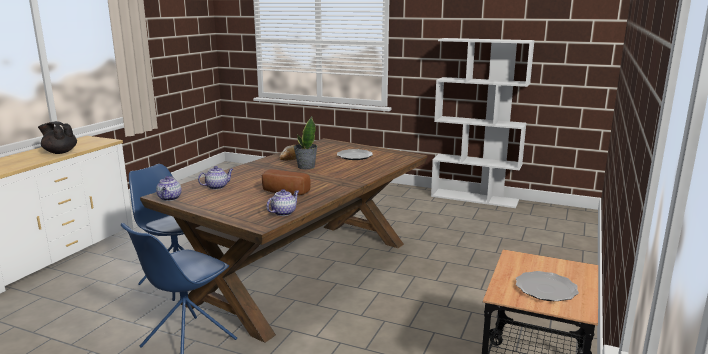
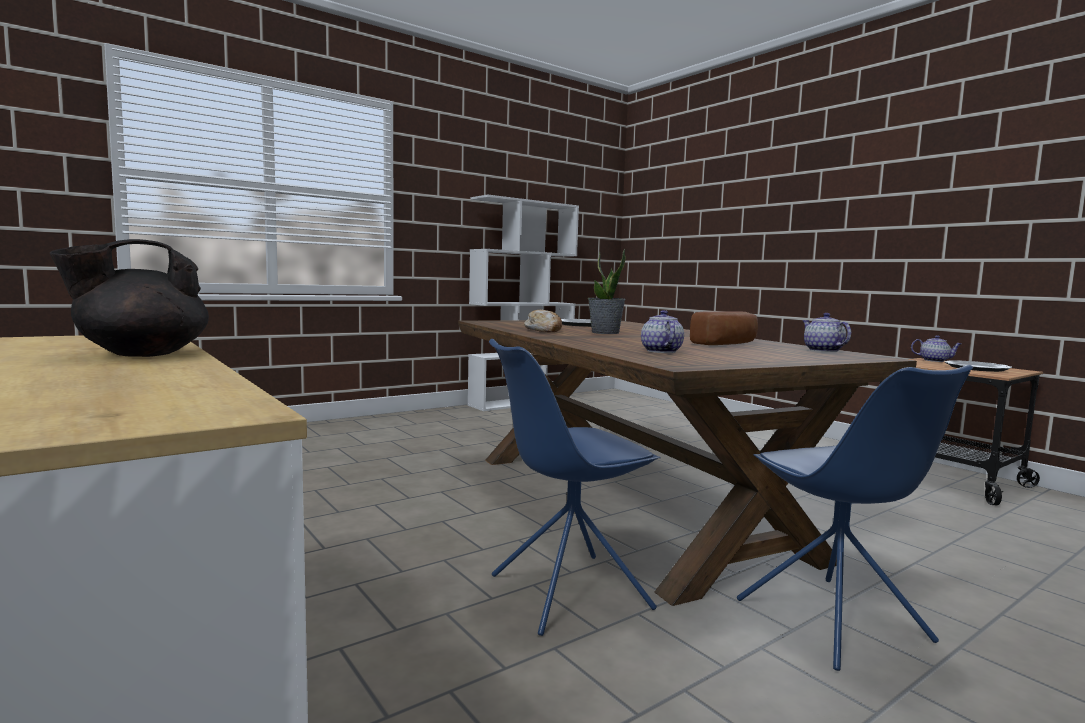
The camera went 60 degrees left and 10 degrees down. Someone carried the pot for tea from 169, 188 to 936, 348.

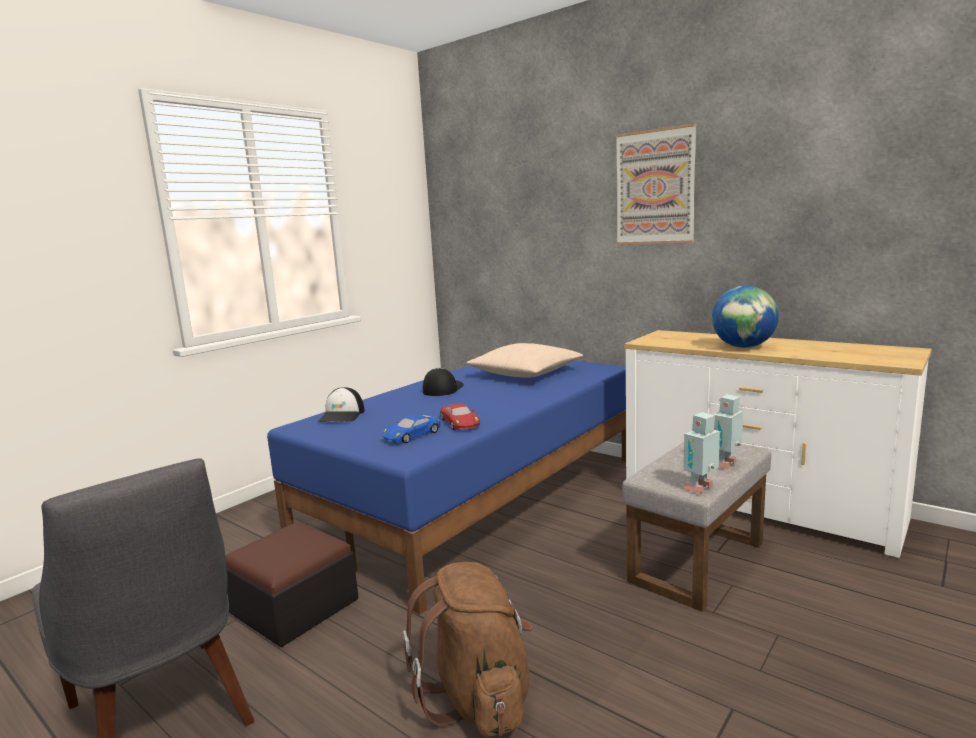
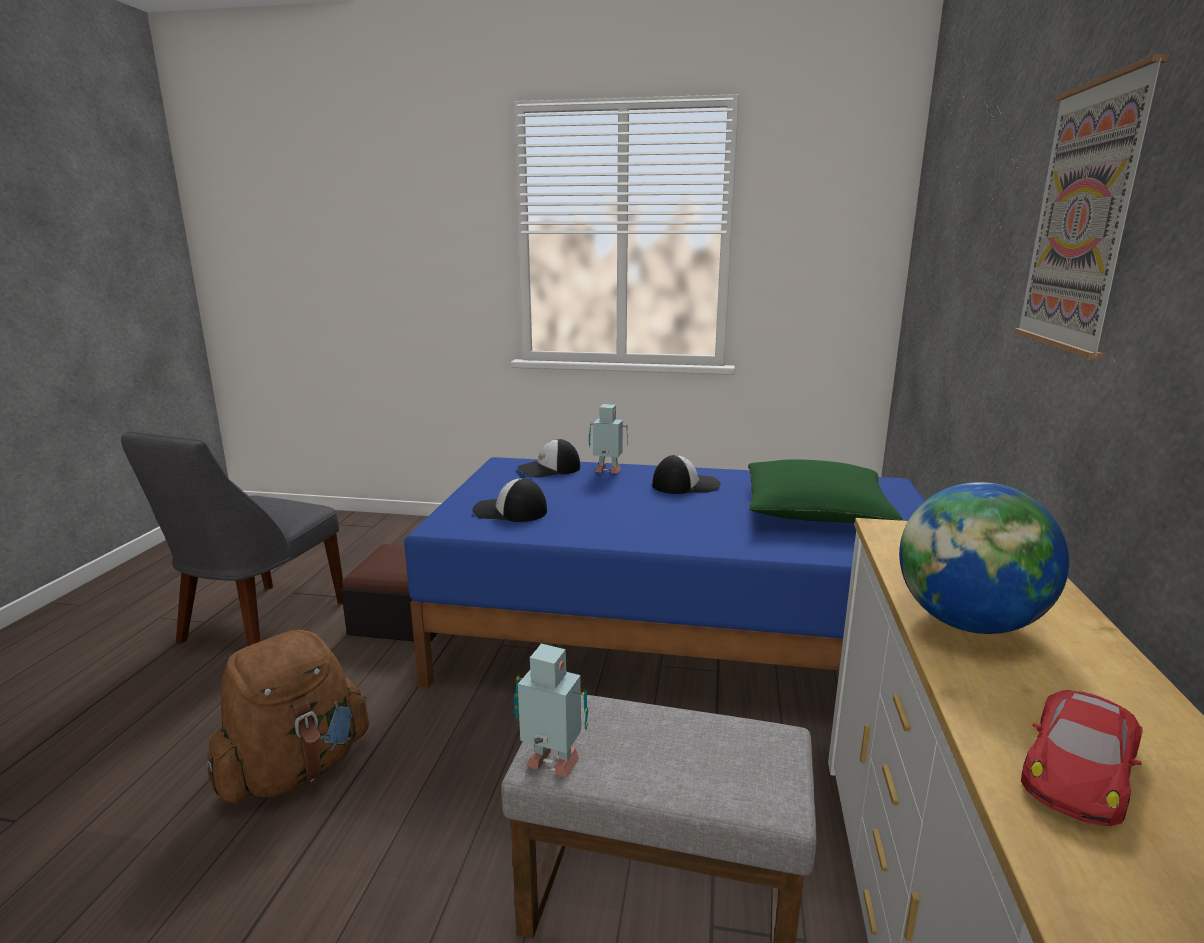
The camera went 60 degrees right and 5 degrees up. Someone repainted the throw pillow/beige at 525, 360, which became the throw pillow/green-coloured at 825, 491. Someone carried the robot figure from 728, 432 to 608, 438. Someone carried the model car/red from 460, 416 to 1082, 758. Someone swapped the model car/bluish at 411, 429 for the cap at 509, 500.

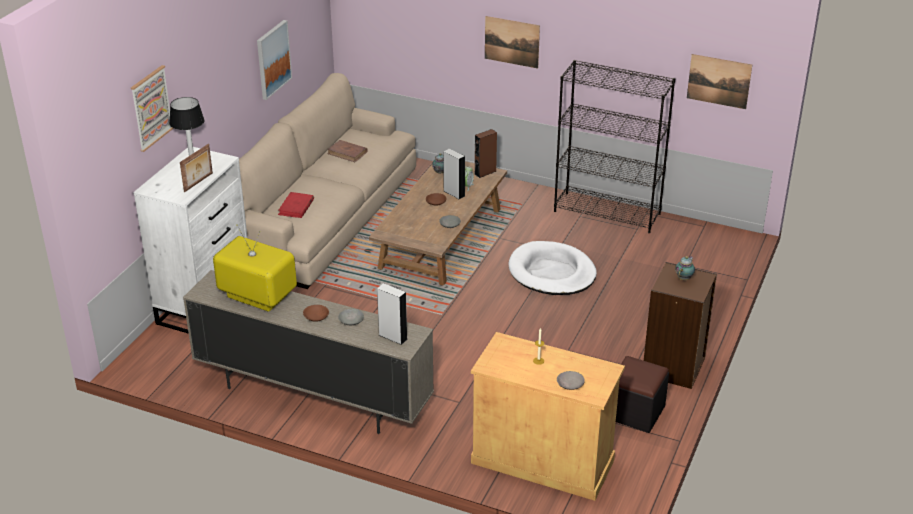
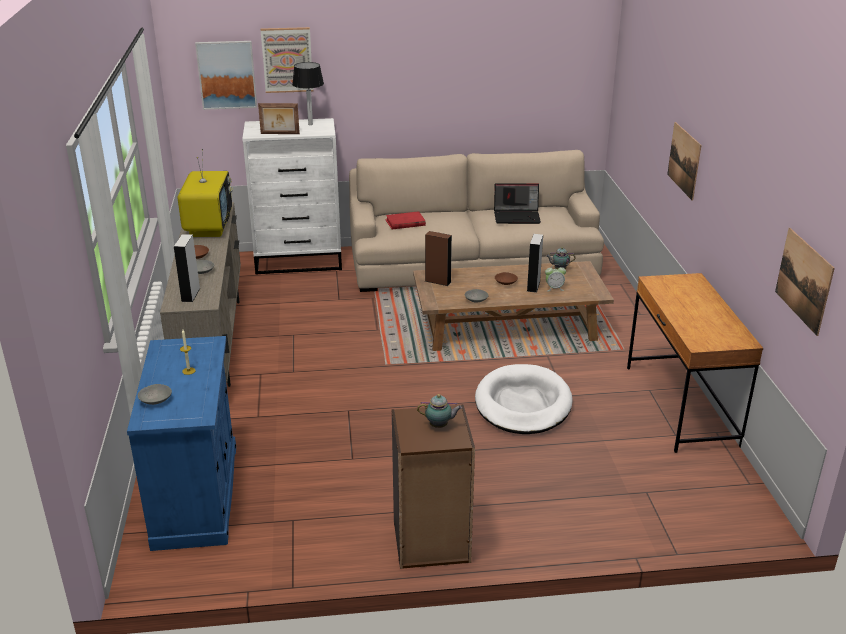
The camera went 60 degrees right and 5 degrees down. Someone carried the picture from 274, 60 to 226, 75. Someone swapped the shelving unit/black at 614, 146 for the desk/brownish at 695, 363. Someone carried the speaker/brownish from 485, 153 to 438, 258. Someone swapped the volume/brownish at 347, 151 for the portable computer at 517, 204. Someone repainted the cupboard/beige at 548, 416, which became the cupboard/bluish at 181, 443. Someone took away the pouffe/black at 642, 394.

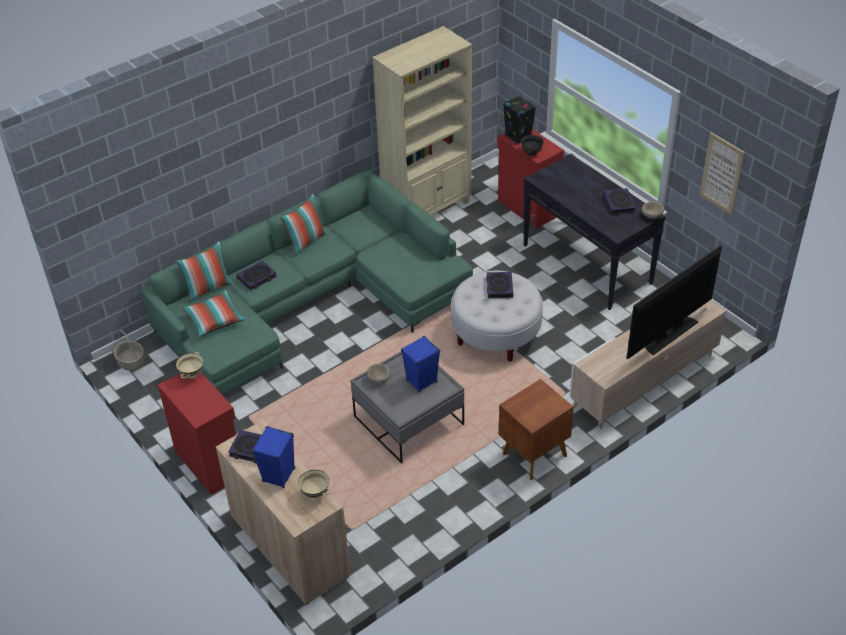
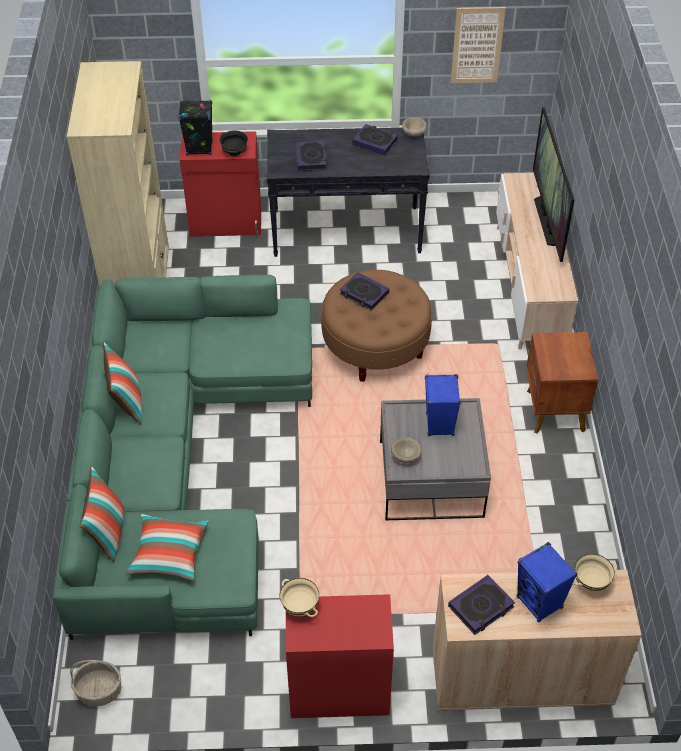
The camera went 55 degrees left and 5 degrees up. Someone carried the volume from 256, 276 to 311, 156. Someone repainted the pouffe/whitish at 497, 316, which became the pouffe/brownish at 376, 326.

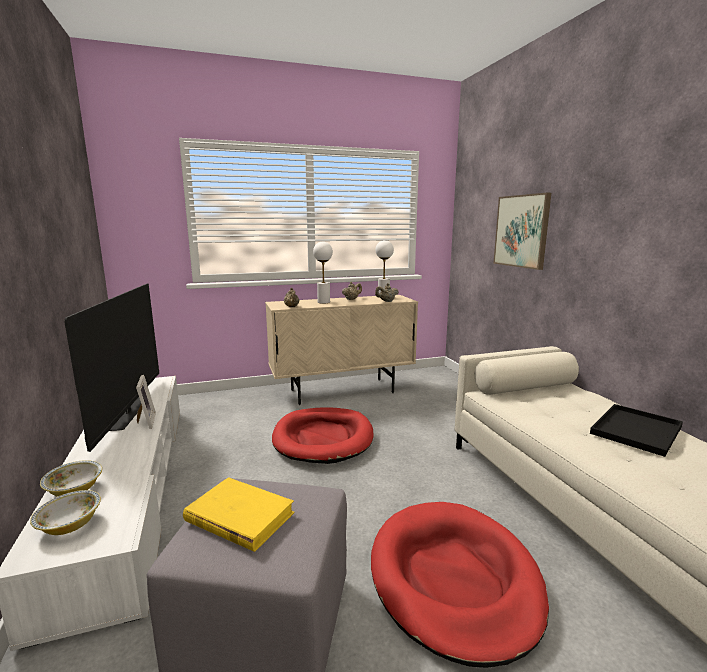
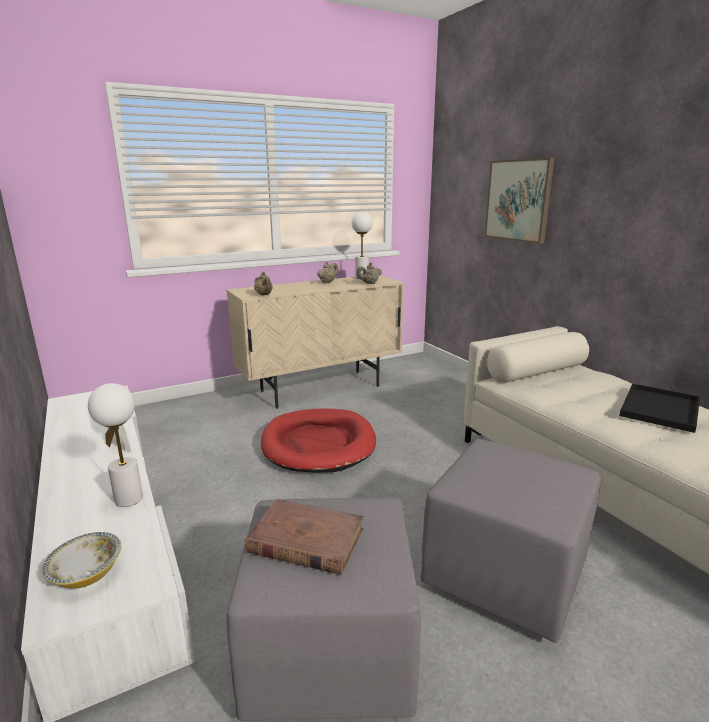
The camera went 10 degrees left and 5 degrees up. Someone carried the table lamp/whitish from 323, 272 to 115, 445. Someone took away the television at 111, 368. Someone took away the serving bowl at 71, 478. Someone repainted the volume/yellow at 238, 514, which became the volume/brownish at 304, 537. Someone swapped the dog bed/red at 460, 585 for the pouffe/grey at 511, 541.

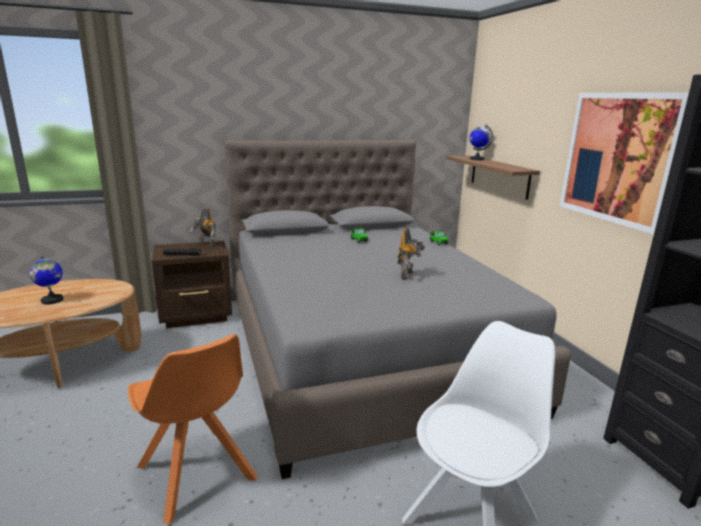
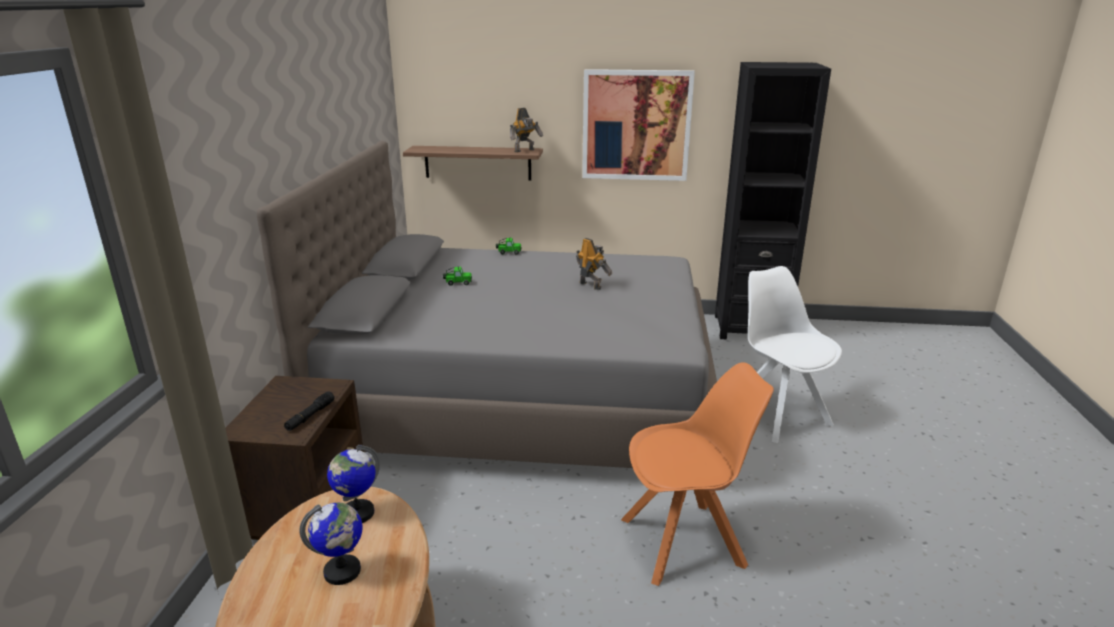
The camera went 65 degrees left and 5 degrees up. Someone carried the globe from 481, 142 to 353, 484. Someone carried the robot figure from 203, 227 to 526, 130.

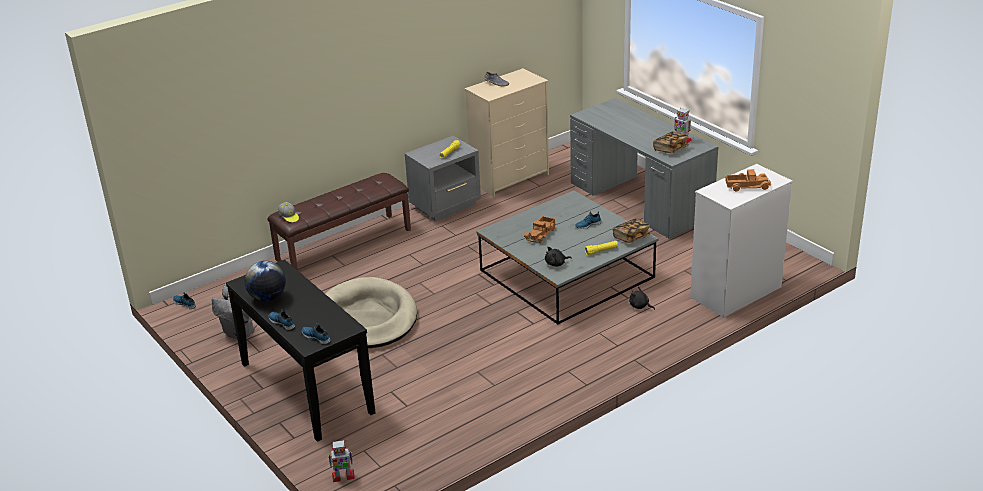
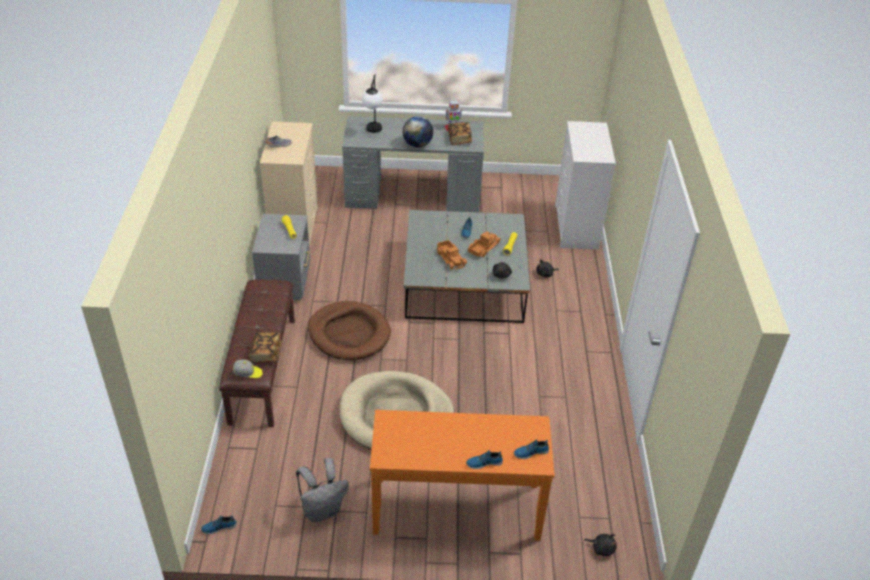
The camera went 55 degrees left and 10 degrees up. Someone carried the model truck from 748, 180 to 484, 244. Someone carried the volume from 631, 231 to 264, 347. Someone repainted the narrow table/black at 300, 351, which became the narrow table/orange at 462, 475. Someone carried the globe from 265, 281 to 418, 132. Someone swapped the robot figure at 341, 461 for the plush toy/black at 600, 545. Someone put down the table lamp at 372, 103. Someone put down the dog bed/brownish at 349, 330.

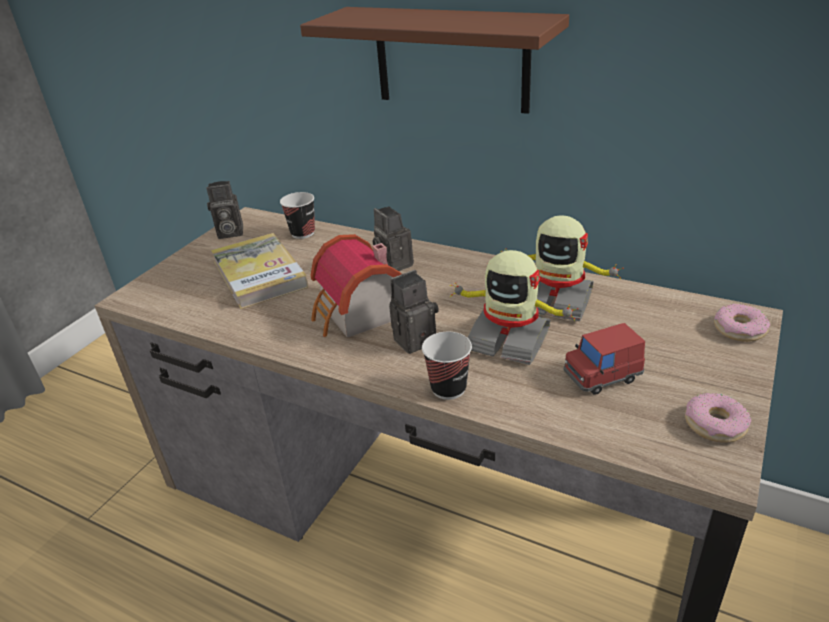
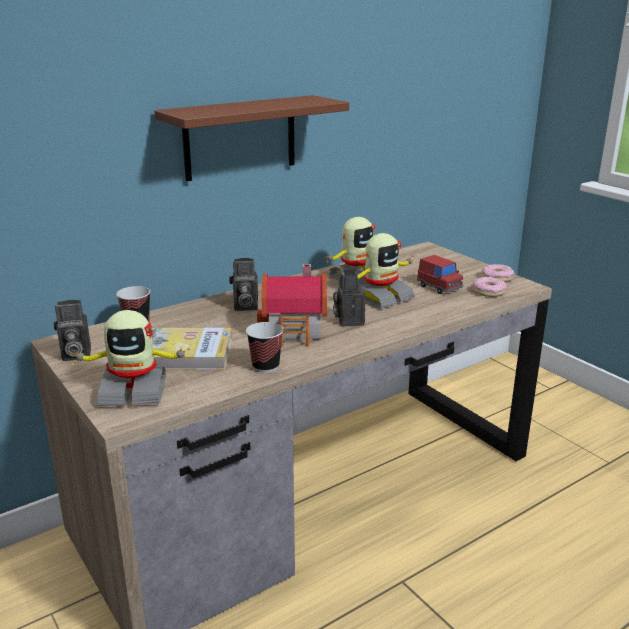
The camera went 65 degrees left and 10 degrees down. Someone rotated the still camera at 225, 210 by 60 degrees clockwise. Someone carried the doughnut from 742, 323 to 490, 287. Someone rotated the model car/red at 604, 359 by 45 degrees counterclockwise. Someone carried the drinking cup from 447, 366 to 264, 347. Someone put down the robot figure at 129, 358.

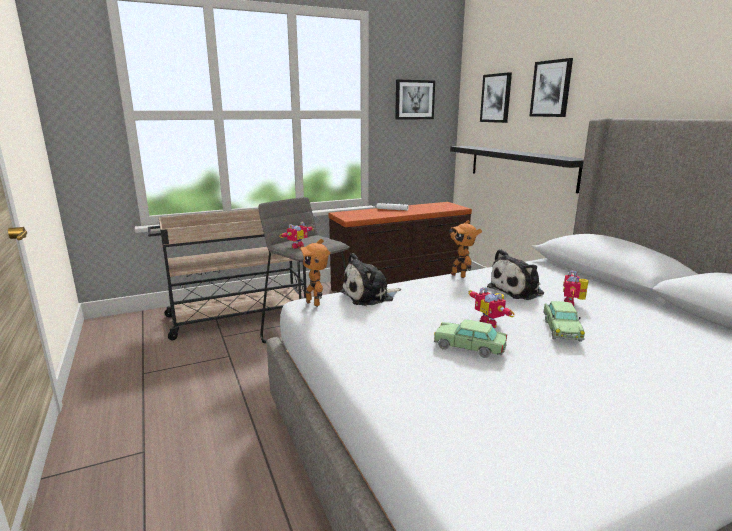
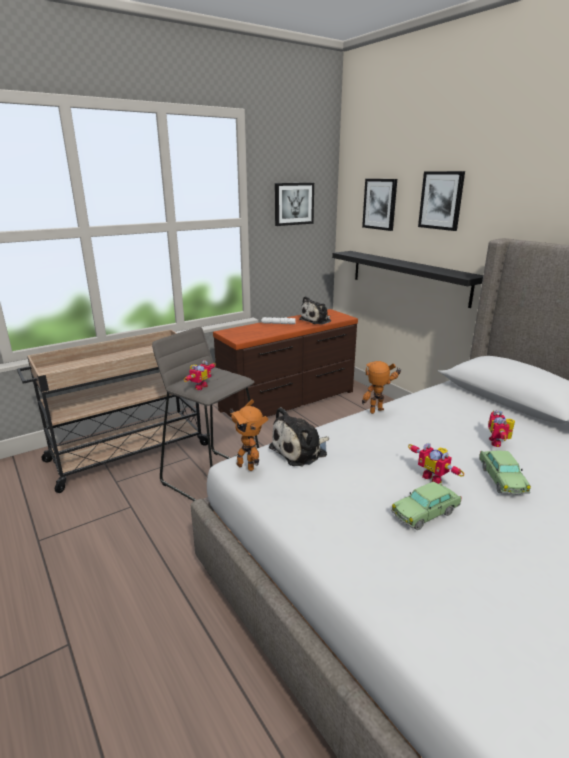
The camera went 10 degrees left and 5 degrees up. Someone rotated the robot figure at 465, 249 by 105 degrees clockwise. Someone carried the plush toy from 515, 274 to 315, 310. Someone rotated the model car at 470, 338 by 45 degrees counterclockwise.

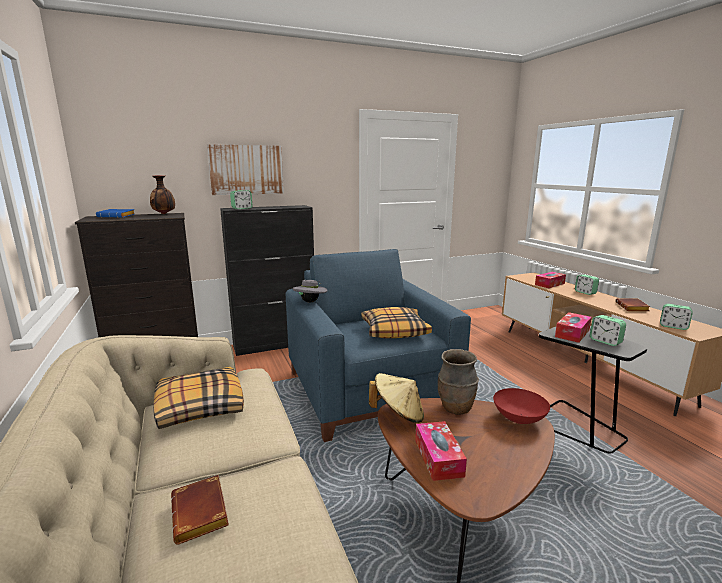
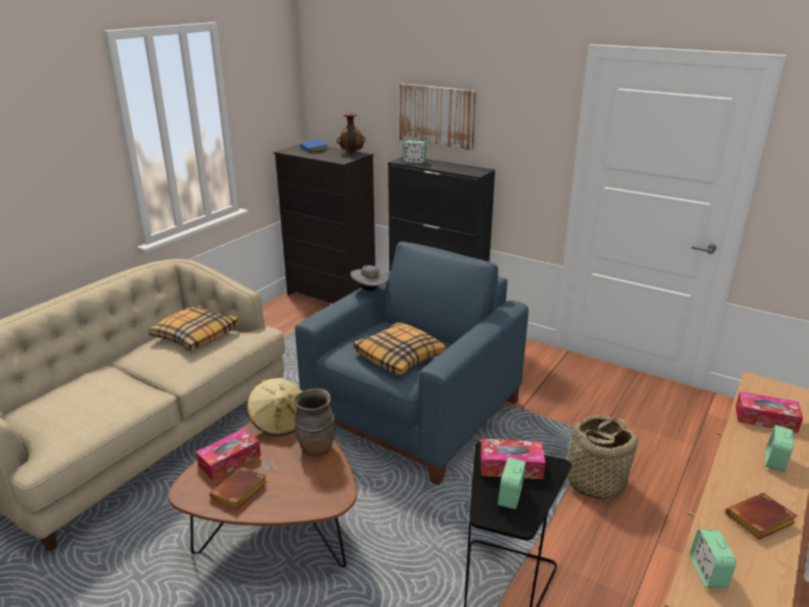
The camera went 55 degrees right and 10 degrees up. Someone took away the serving bowl/red at 521, 406. Someone carried the volume/brownish from 200, 510 to 238, 488. Someone put down the basket at 601, 457.

